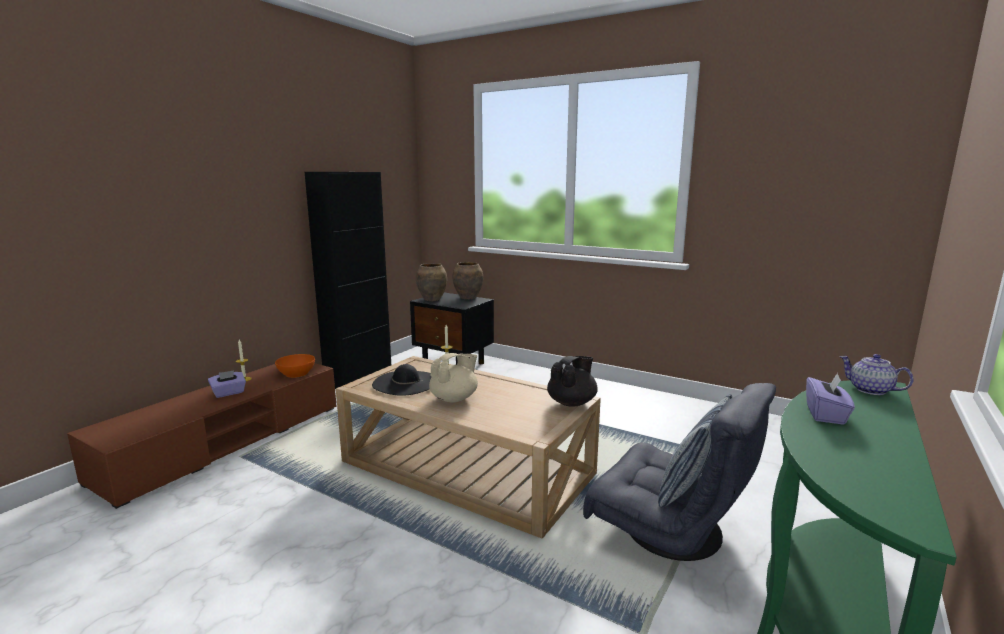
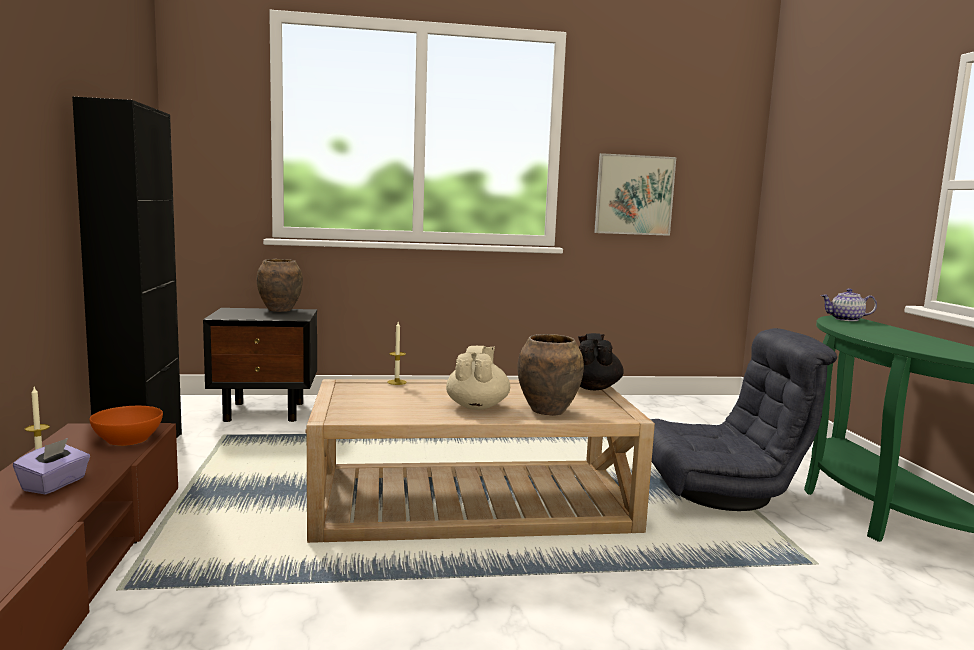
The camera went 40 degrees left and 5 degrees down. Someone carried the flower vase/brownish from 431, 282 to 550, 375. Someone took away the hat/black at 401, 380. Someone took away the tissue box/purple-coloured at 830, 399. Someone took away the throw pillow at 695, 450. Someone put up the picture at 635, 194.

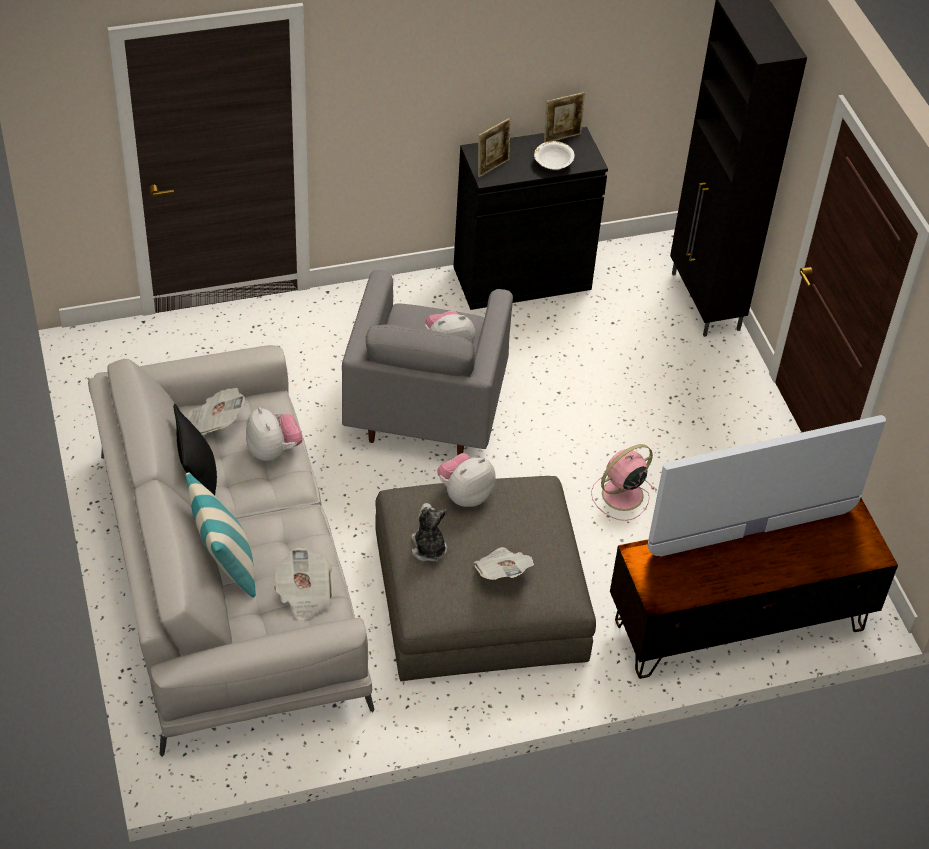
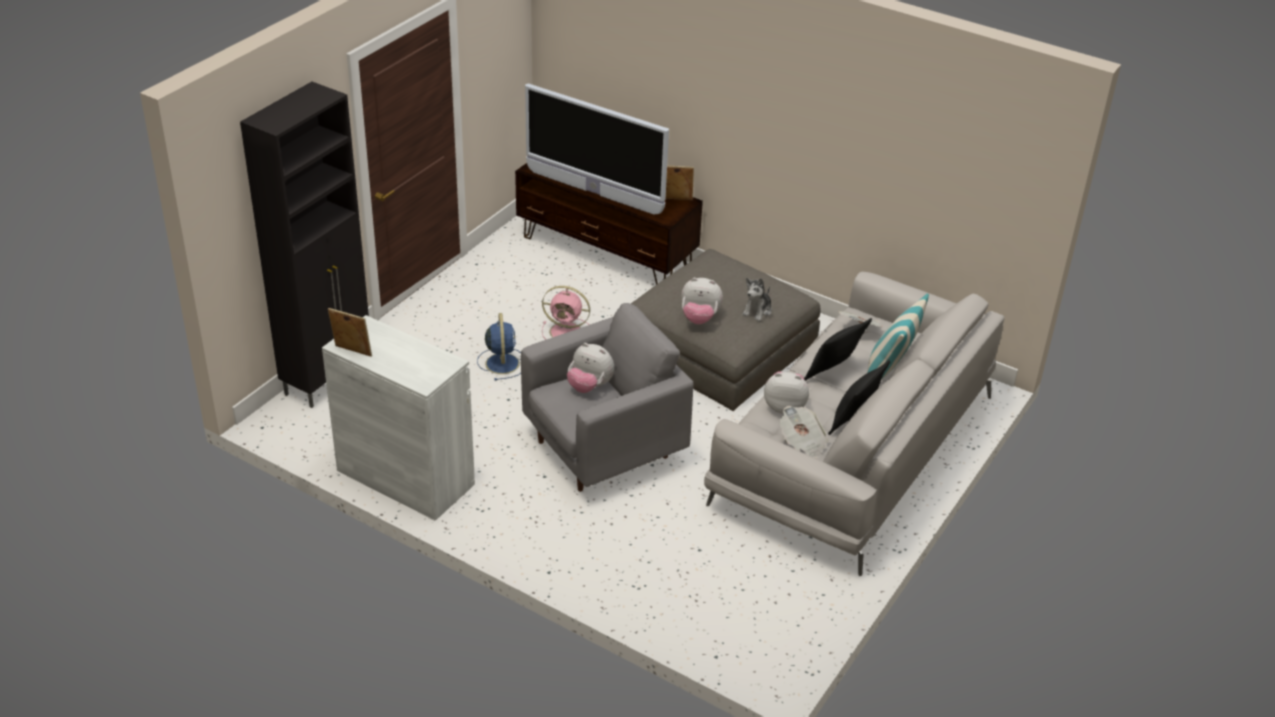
The camera went 130 degrees left and 10 degrees down. Someone carried the standing frame from 494, 147 to 680, 183. Someone repainted the cupboard/black at 530, 218, which became the cupboard/whitish at 398, 418. Someone took away the serving bowl/whitish at 554, 155. Someone rotated the plush toy at 274, 434 by 75 degrees clockwise. Someone took away the printed paper at 504, 563. Someone put down the electric fan/bluish at 499, 346. Someone put down the throw pillow/black at 838, 349.

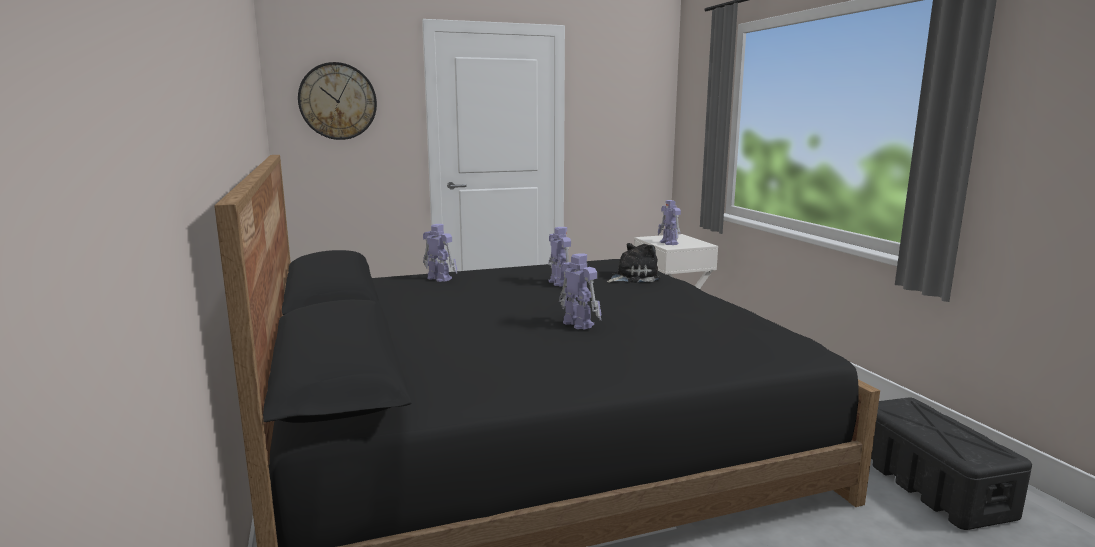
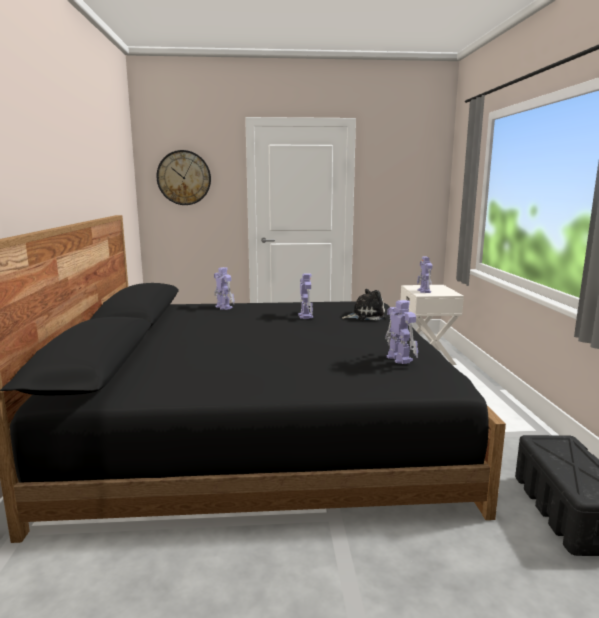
The camera went 15 degrees right and 0 degrees up. Someone carried the robot figure from 580, 291 to 401, 332.

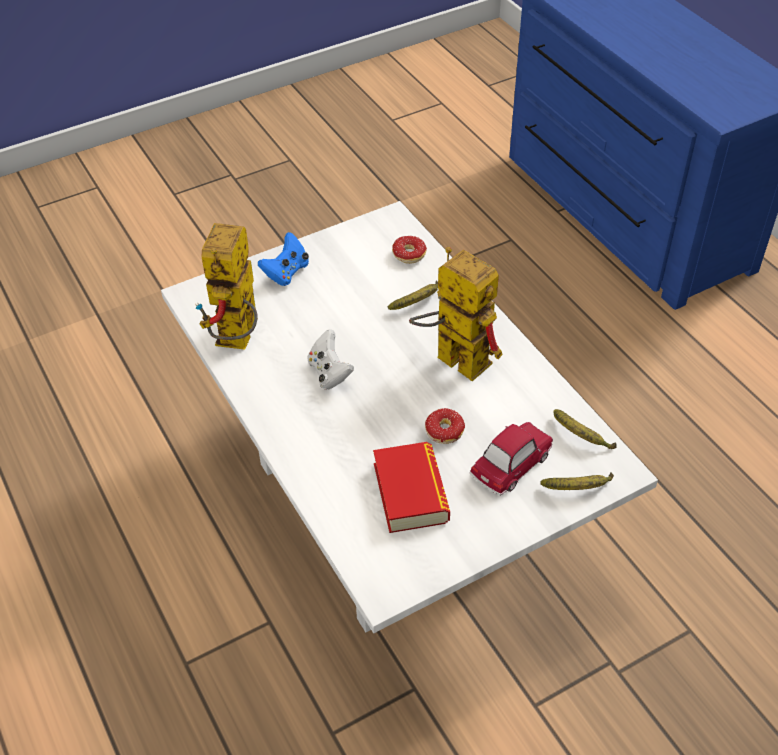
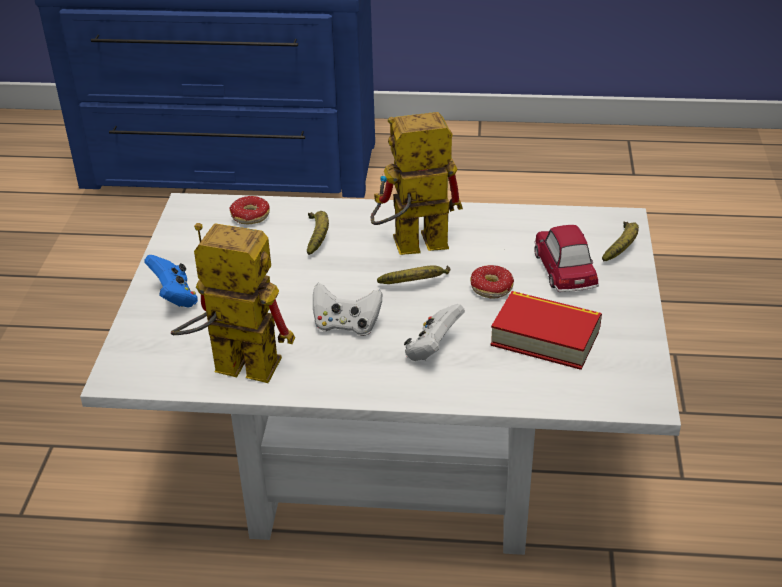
The camera went 55 degrees left and 10 degrees down. Someone rotated the robot figure at 226, 286 by 150 degrees clockwise. Someone carried the whole banana from 585, 429 to 414, 274. Someone put down the game controller/whitish at 434, 332.

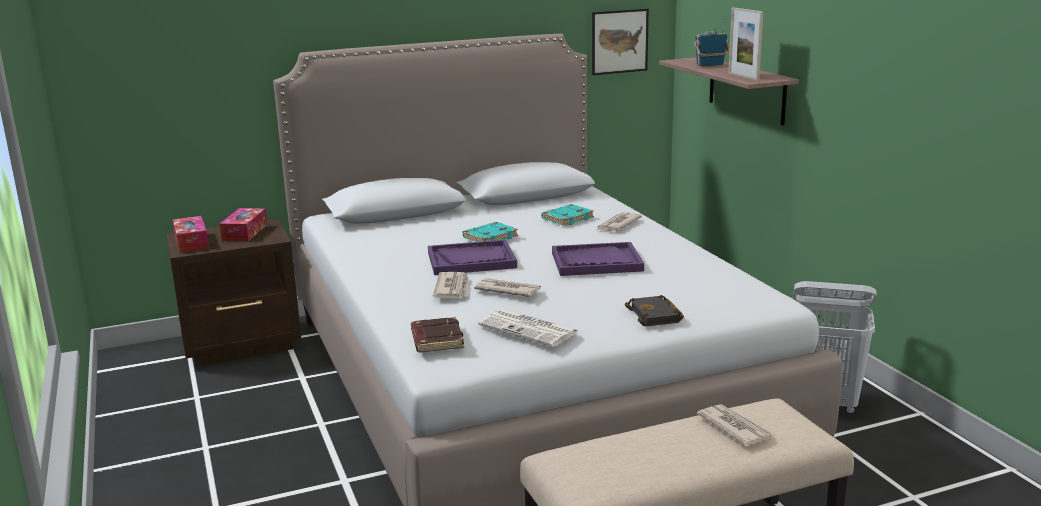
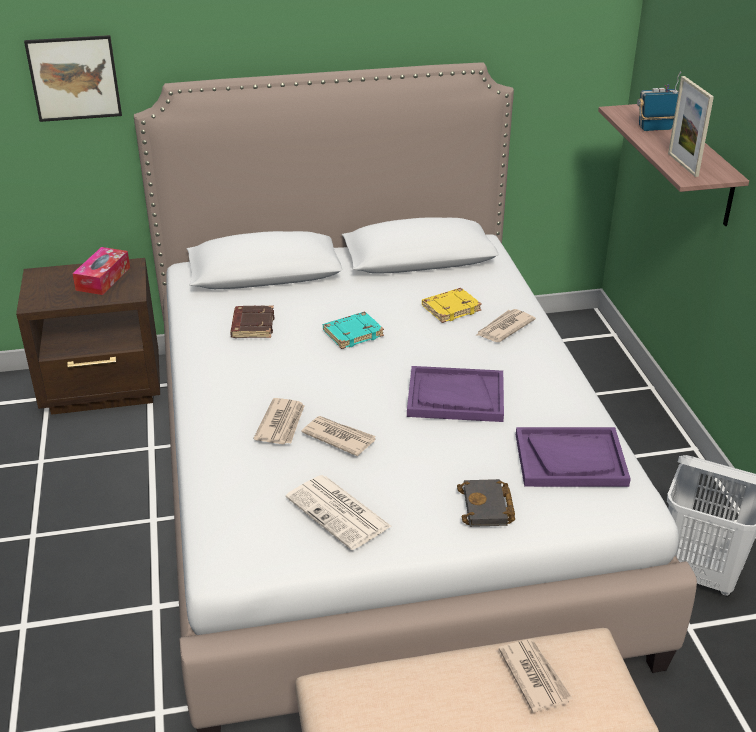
The camera went 10 degrees right and 15 degrees up. Someone carried the picture from 620, 42 to 73, 78. Someone repainted the volume/blue-green at 567, 215, which became the volume/yellow at 452, 305. Someone took away the tissue box at 191, 234. Someone carried the serving tray/purple-coloured from 472, 257 to 573, 457. Someone carried the volume/brownish from 437, 335 to 252, 322.

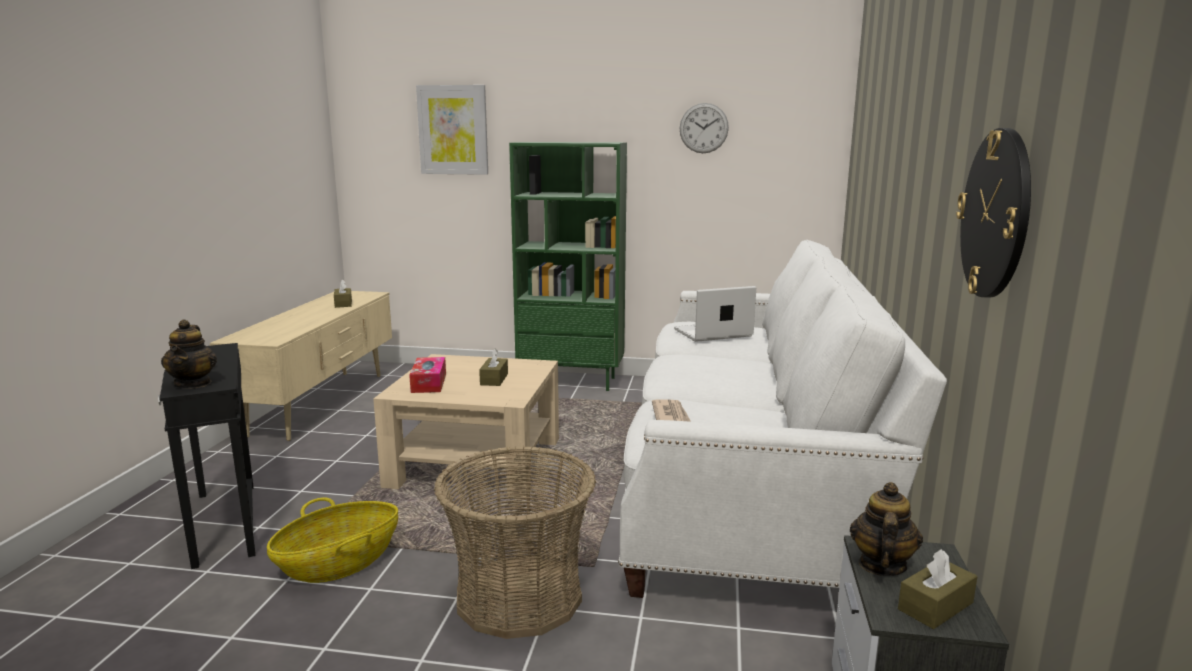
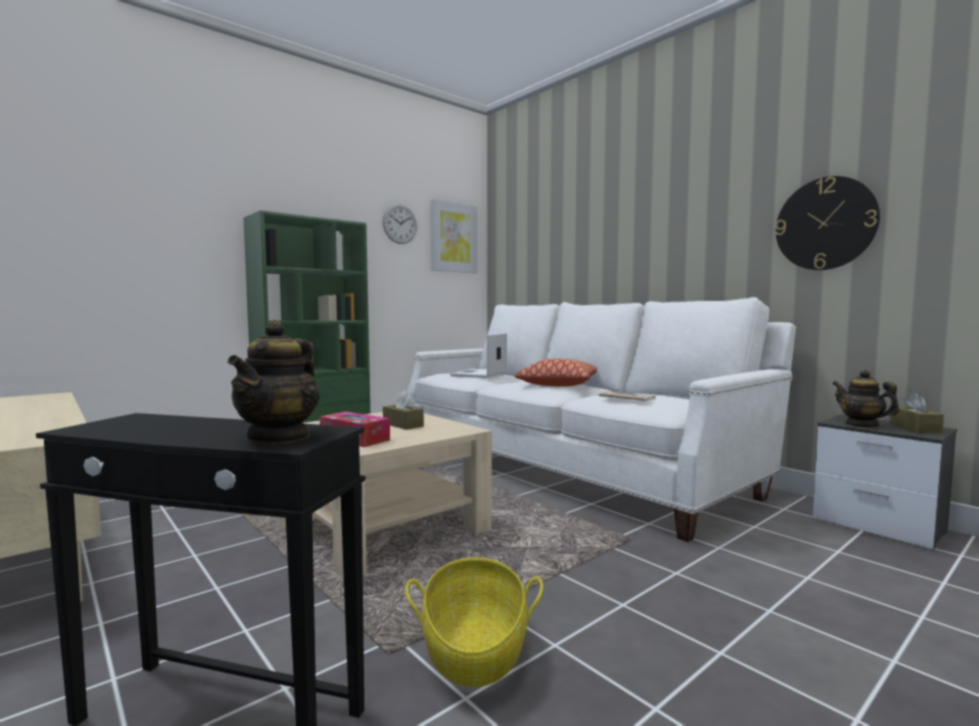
The camera went 50 degrees left and 10 degrees down. Someone carried the picture from 452, 130 to 454, 236. Someone took away the tissue box/brownish at 343, 293. Someone rotated the pot for tea at 189, 354 by 75 degrees clockwise. Someone took away the basket at 515, 542. Someone put down the throw pillow at 556, 373.

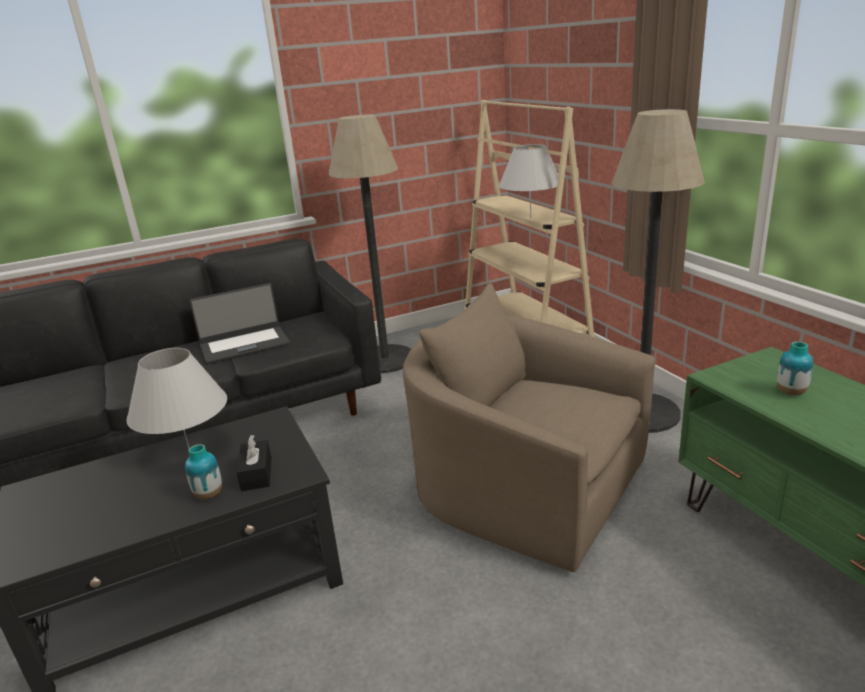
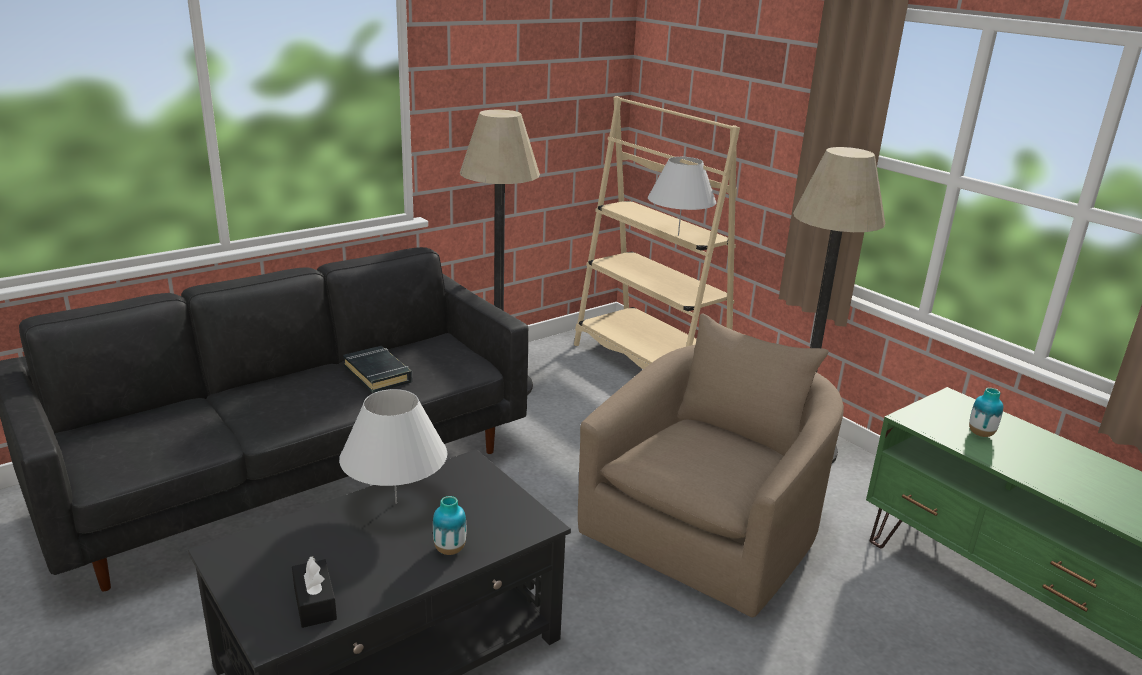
The camera went 15 degrees left and 0 degrees up. Someone swapped the portable computer at 239, 323 for the volume/black at 377, 369. Someone rotated the armchair/beige at 529, 427 by 105 degrees clockwise. Someone carried the tissue box/black from 254, 463 to 314, 592.

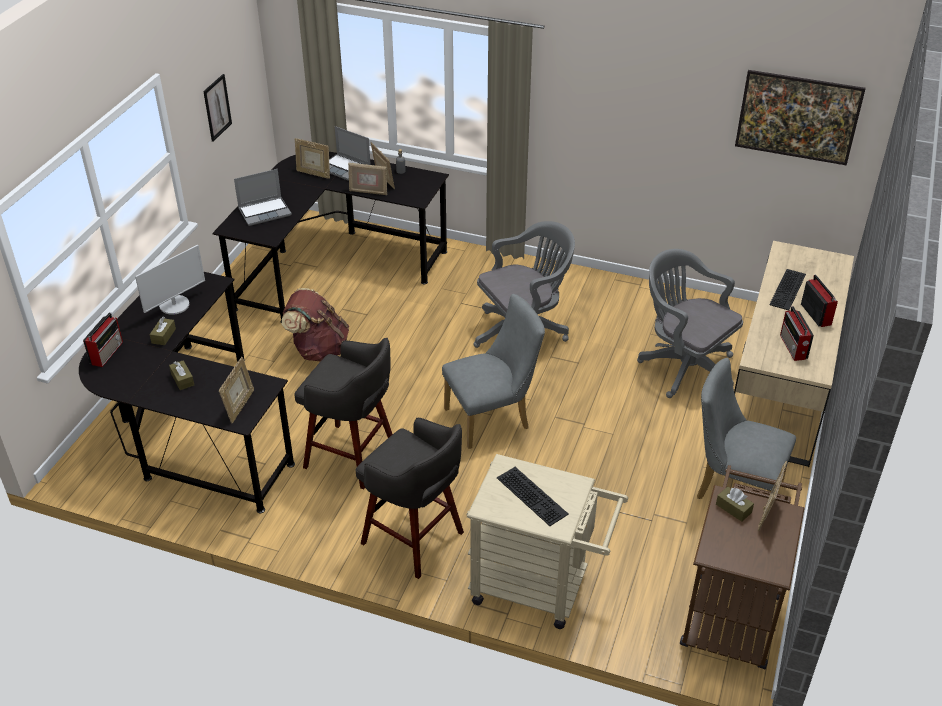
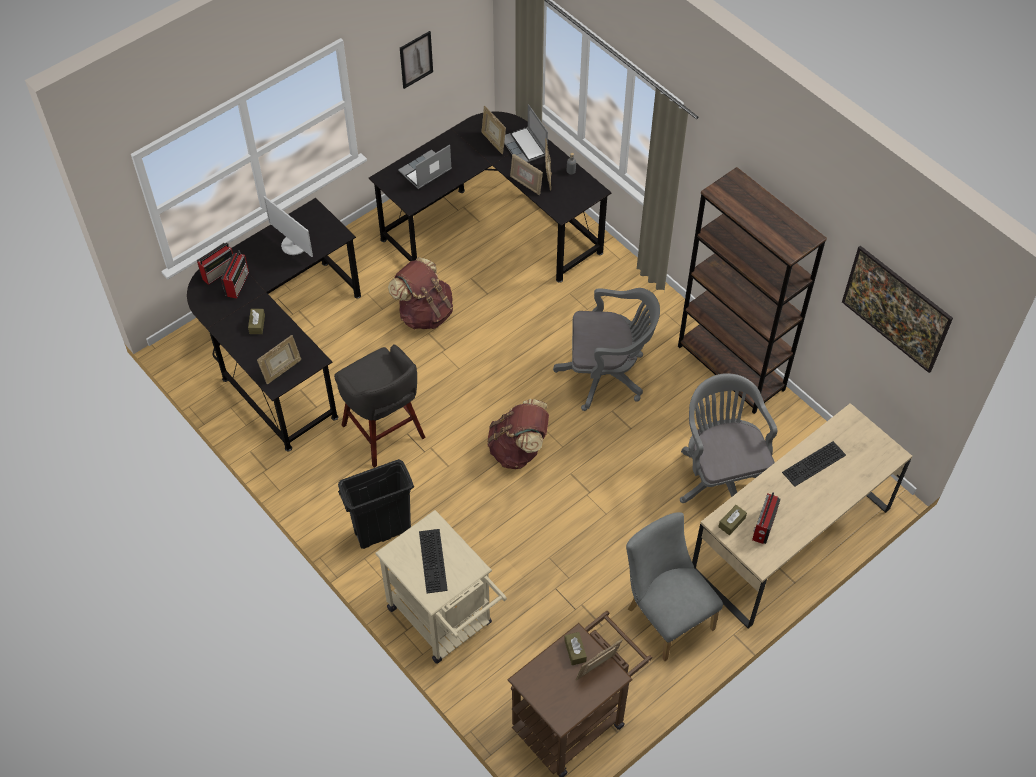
The camera went 30 degrees right and 15 degrees up. Someone rotated the portable computer at 263, 197 by 135 degrees clockwise. Someone rotated the computer screen at 170, 279 by 60 degrees clockwise. Someone carried the radio receiver from 819, 301 to 235, 275. Someone swapped the plain chair/grey at 493, 371 for the rucksack/brownish at 518, 434. Someone carried the tissue box/brownish from 162, 331 to 732, 520. Someone swapped the stool seat/grey at 410, 498 for the rubbish bin/black at 376, 504. Someone put down the shelving unit/brownish at 752, 290.

